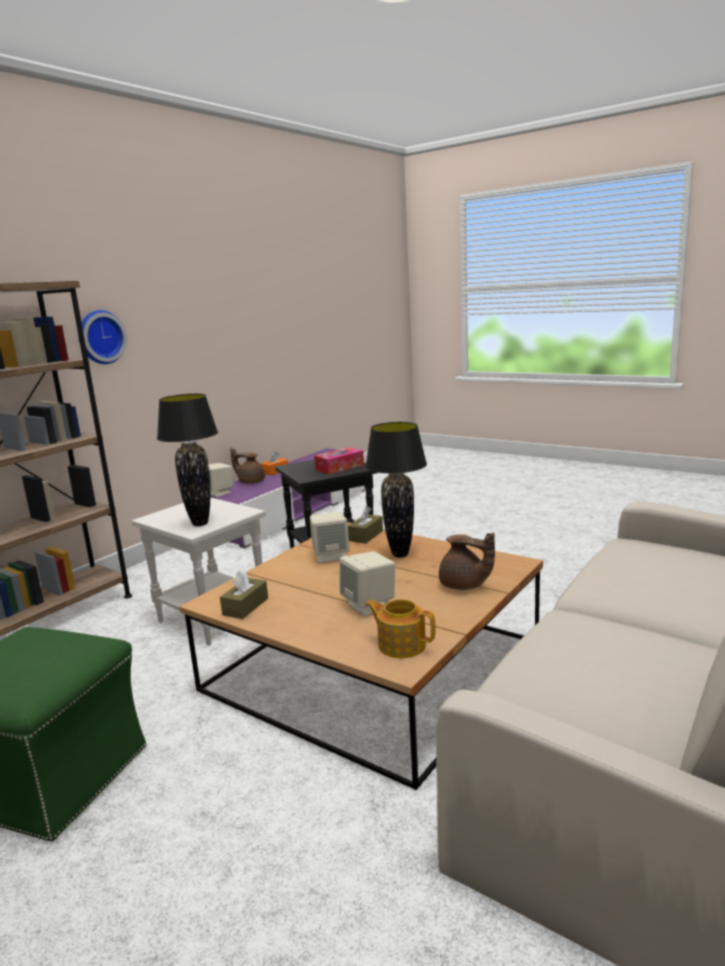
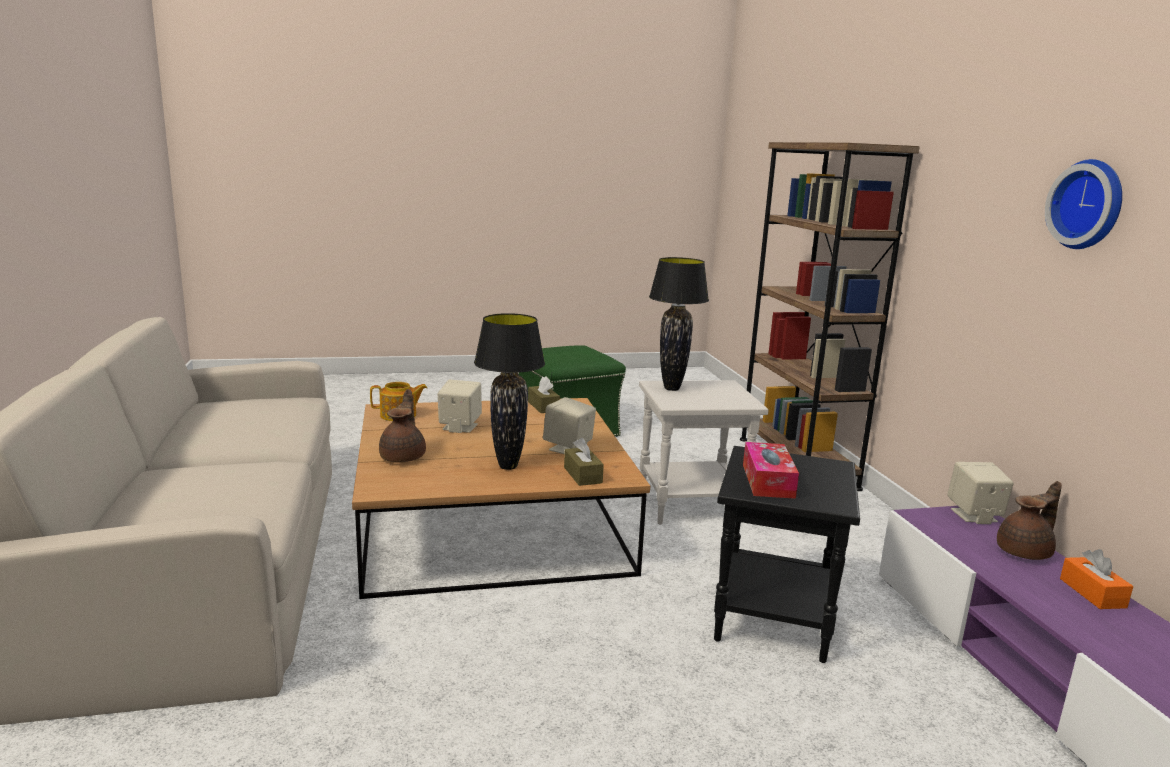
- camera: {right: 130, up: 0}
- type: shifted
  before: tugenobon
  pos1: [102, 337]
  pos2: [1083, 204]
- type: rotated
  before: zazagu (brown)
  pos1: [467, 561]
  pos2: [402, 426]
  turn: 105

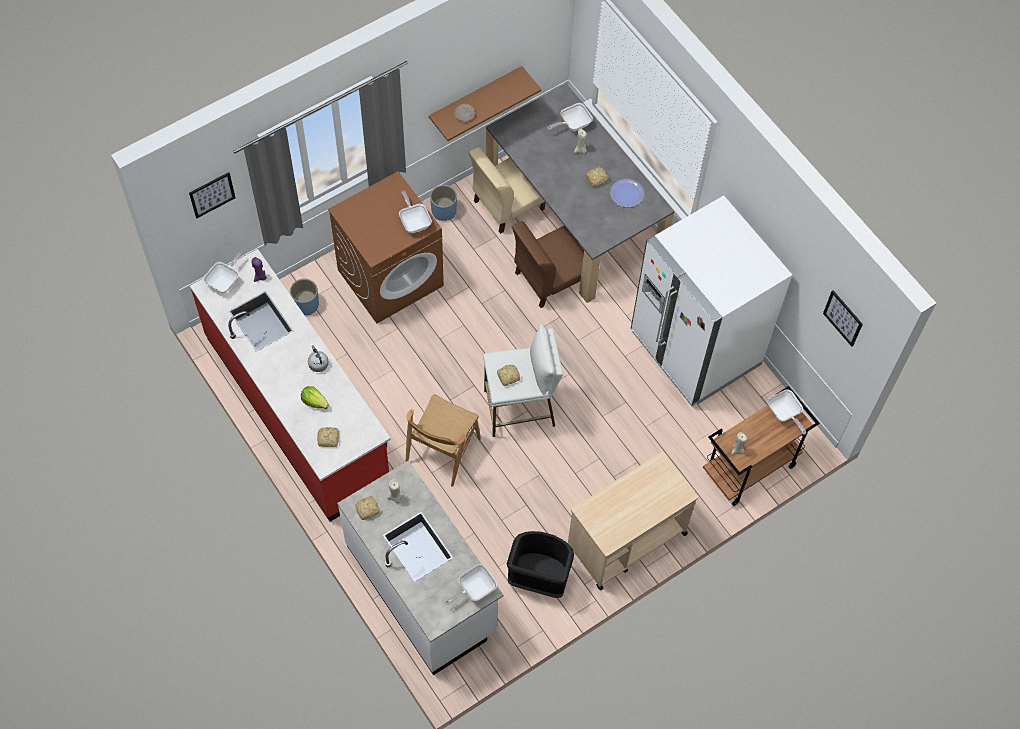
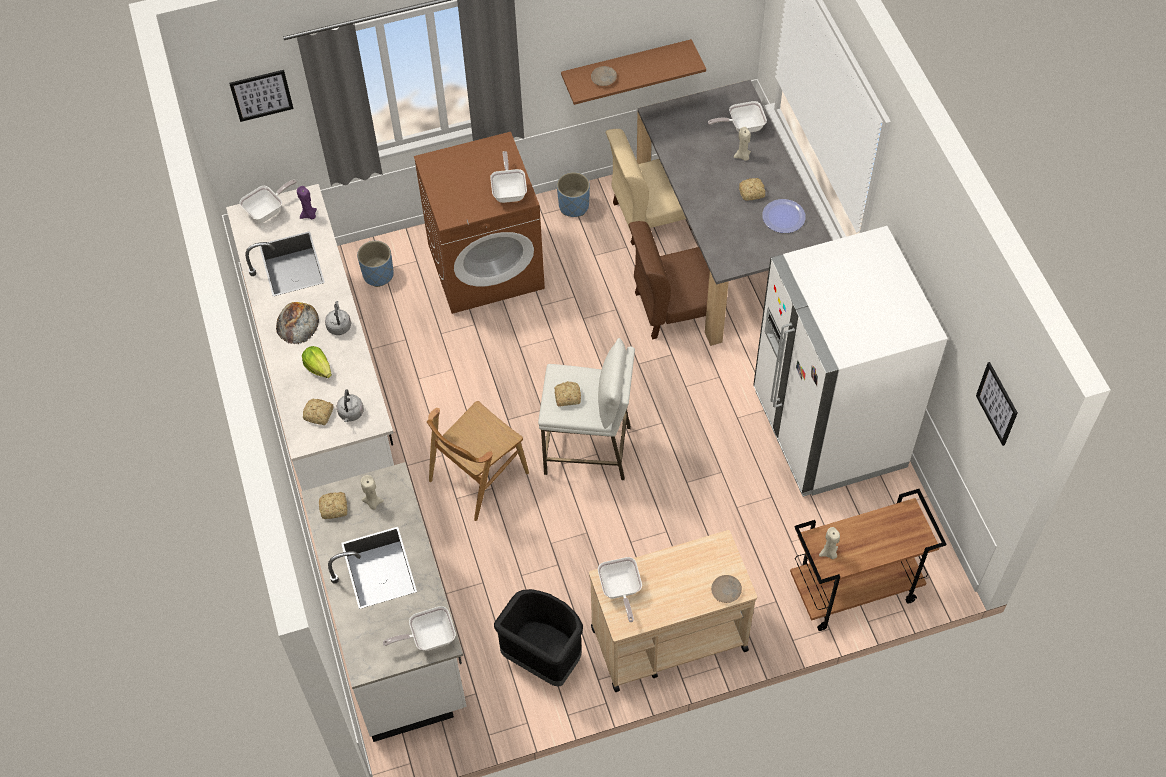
- camera: {right: 20, up: -5}
- type: repainted
  before: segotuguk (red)
  after: segotuguk (white)
  pos1: [290, 385]
  pos2: [310, 337]
- type: shifted
  before: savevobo
  pos1: [787, 412]
  pos2: [620, 589]
- type: new
  after: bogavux
  pos2: [297, 323]
- type: new
  after: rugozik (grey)
  pos2: [350, 405]
- type: new
  after: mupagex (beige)
  pos2: [726, 589]

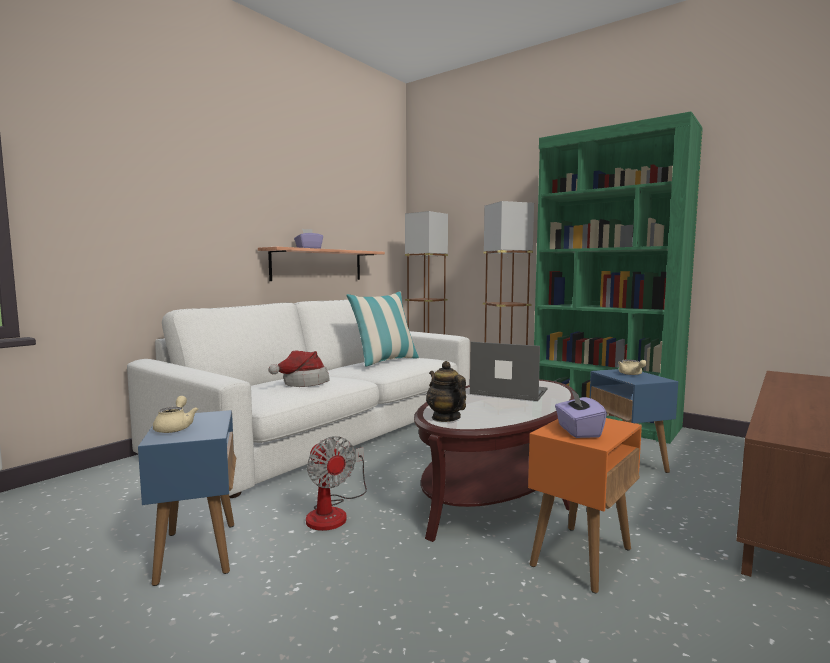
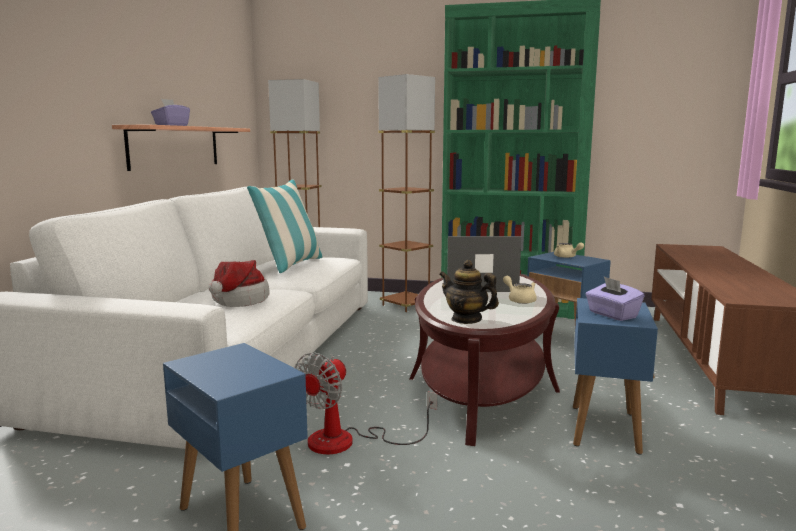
- camera: {right: -25, up: 5}
- type: shifted
  before: zazagu (beige)
  pos1: [175, 414]
  pos2: [520, 290]
- type: rotated
  before: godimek
  pos1: [336, 483]
  pos2: [365, 403]
  turn: 90
- type: repainted
  before: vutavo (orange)
  after: vutavo (blue)
  pos1: [585, 505]
  pos2: [615, 376]

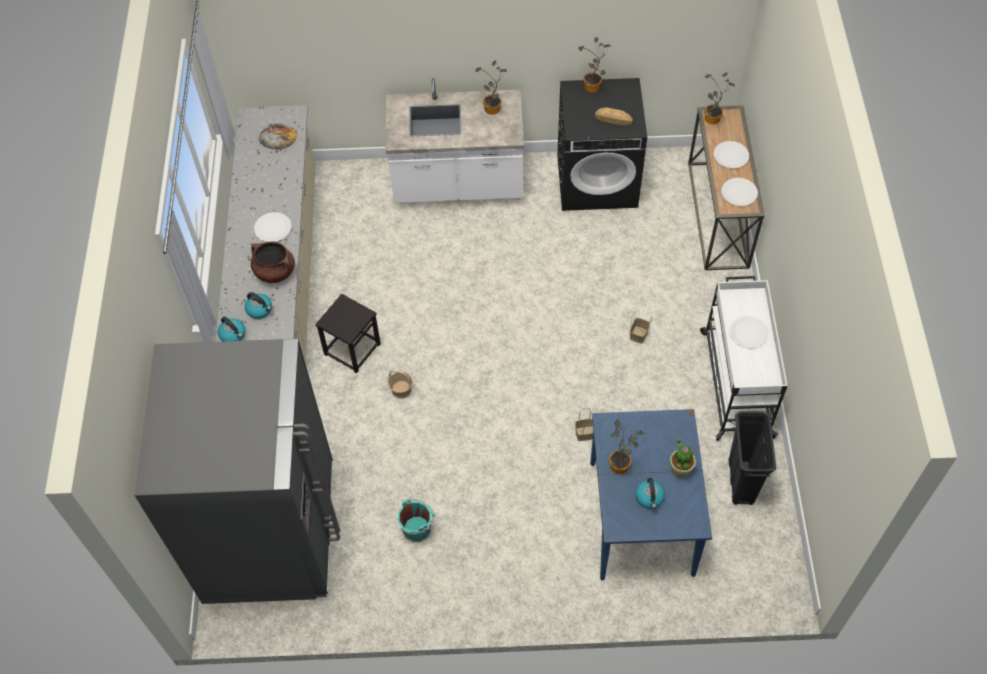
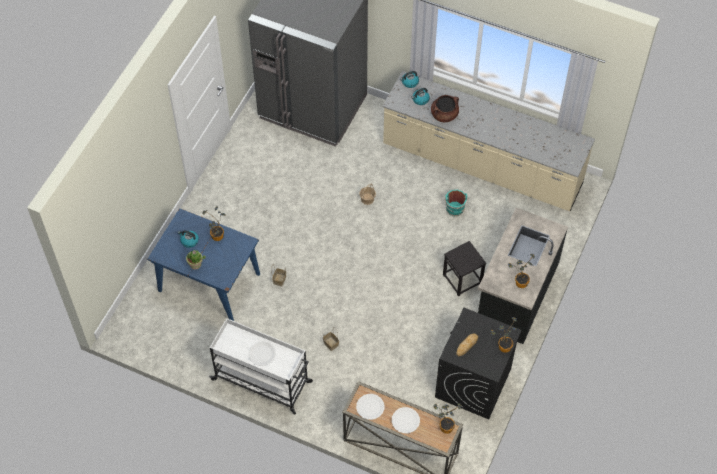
- camera: {right: 115, up: 0}
- type: gone
  before: mupagex (white)
  pos1: [272, 227]
- type: gone
  before: bogavux
  pos1: [278, 137]
- type: shifted
  before: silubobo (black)
  pos1: [348, 333]
  pos2: [464, 268]
- type: repainted
  before: segotuguk (white)
  after: segotuguk (black)
  pos1: [455, 140]
  pos2: [523, 276]
- type: shifted
  before: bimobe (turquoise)
  pos1: [415, 520]
  pos2: [456, 203]
- type: gone
  before: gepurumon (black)
  pos1: [752, 458]

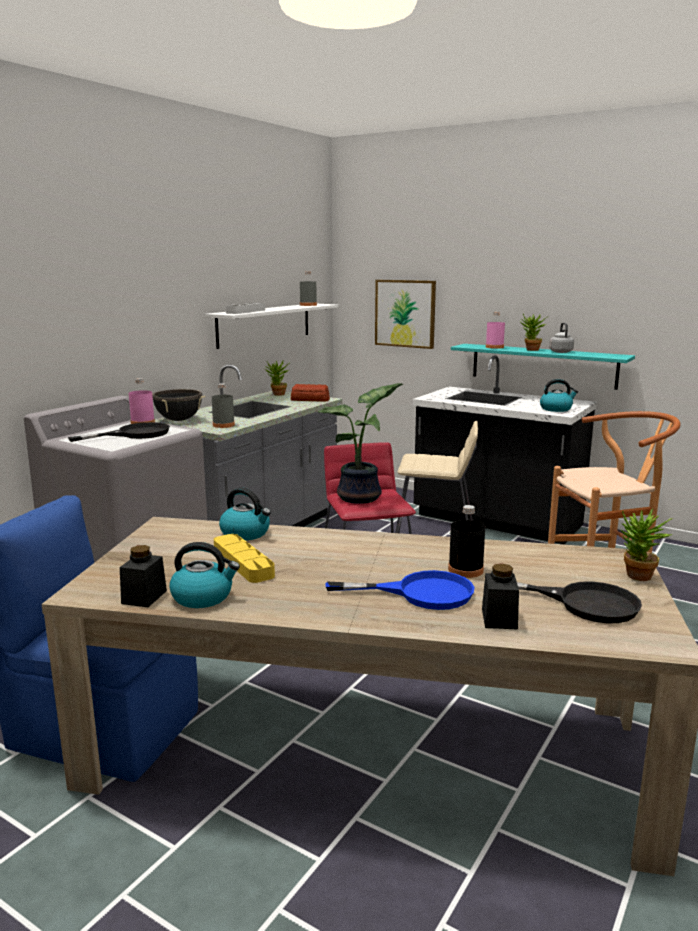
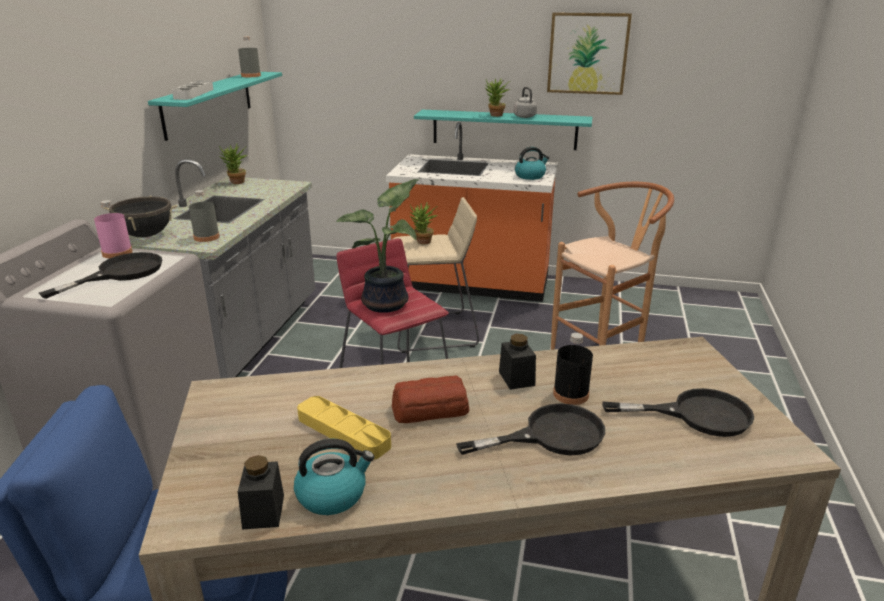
- camera: {right: -20, up: 10}
- type: repainted
  before: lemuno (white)
  after: lemuno (turquoise)
  pos1: [271, 326]
  pos2: [215, 106]
- type: gone
  before: rugozik
  pos1: [245, 514]
- type: shifted
  before: bogavux
  pos1: [310, 393]
  pos2: [431, 399]
- type: repainted
  before: savevobo (blue)
  after: savevobo (black)
  pos1: [400, 590]
  pos2: [530, 429]
- type: shifted
  before: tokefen
  pos1: [405, 314]
  pos2: [589, 53]
- type: repainted
  before: segotuguk (black)
  after: segotuguk (orange)
  pos1: [505, 450]
  pos2: [472, 212]
- type: shifted
  before: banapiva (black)
  pos1: [500, 596]
  pos2: [517, 362]
- type: gone
  before: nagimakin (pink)
  pos1: [495, 330]
- type: shifted
  before: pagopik
  pos1: [647, 544]
  pos2: [424, 222]

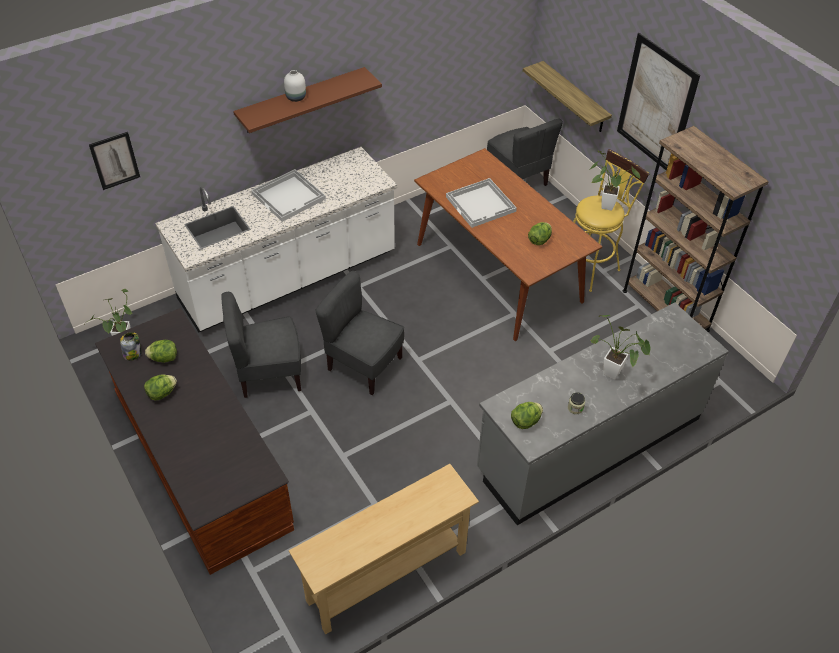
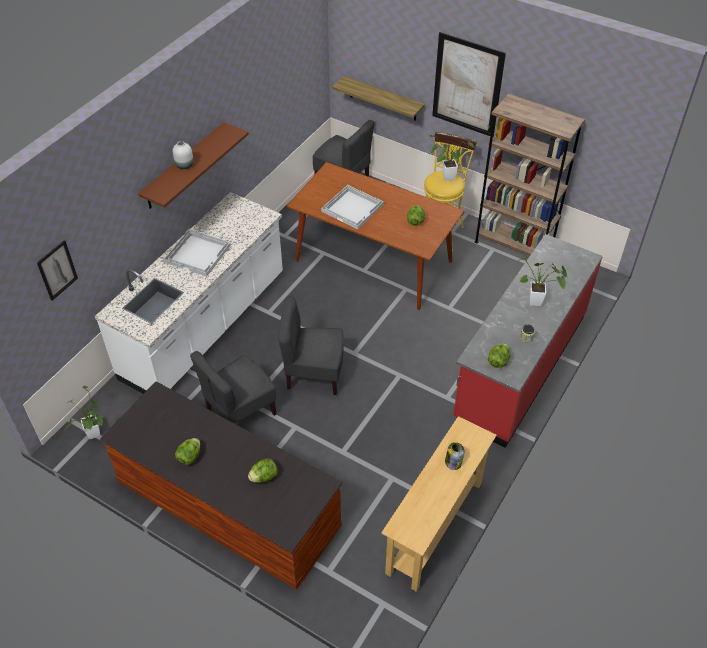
- camera: {right: -25, up: 0}
- type: shifted
  before: banapiva
  pos1: [131, 346]
  pos2: [454, 456]
- type: shifted
  before: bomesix
  pos1: [161, 351]
  pos2: [263, 470]
- type: repainted
  before: segotuguk (grey)
  after: segotuguk (red)
  pos1: [603, 413]
  pos2: [528, 341]

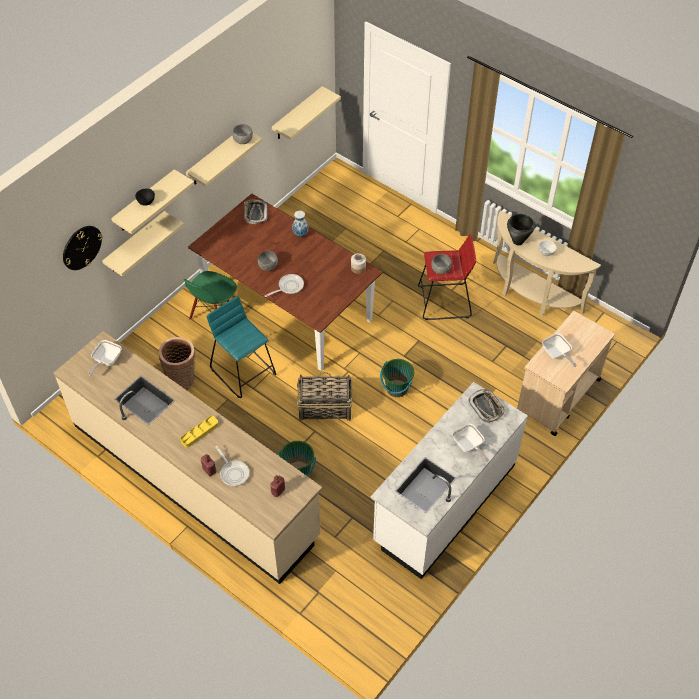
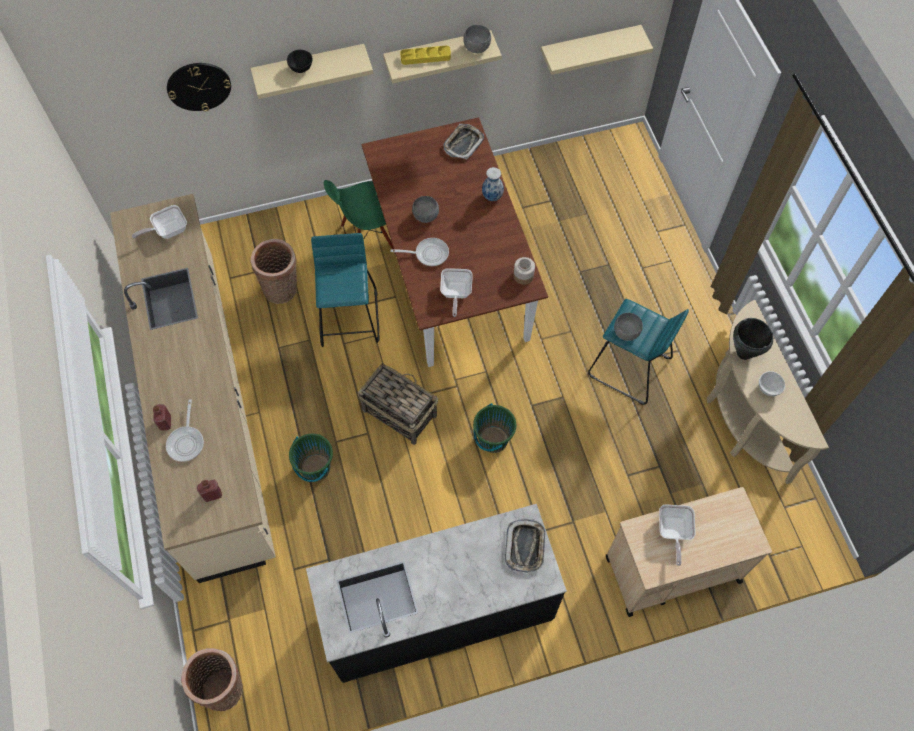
- camera: {right: 35, up: 10}
- type: gone
  before: lemuno (beige)
  pos1: [143, 243]
- type: shifted
  before: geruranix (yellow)
  pos1: [199, 432]
  pos2: [425, 55]
- type: repainted
  before: segotuguk (white)
  after: segotuguk (black)
  pos1: [449, 480]
  pos2: [436, 593]
- type: repainted
  before: silubobo (red)
  after: silubobo (turquoise)
  pos1: [447, 277]
  pos2: [638, 352]
- type: shifted
  before: savevobo
  pos1: [470, 443]
  pos2: [456, 292]
- type: new
  after: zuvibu
  pos2: [212, 679]

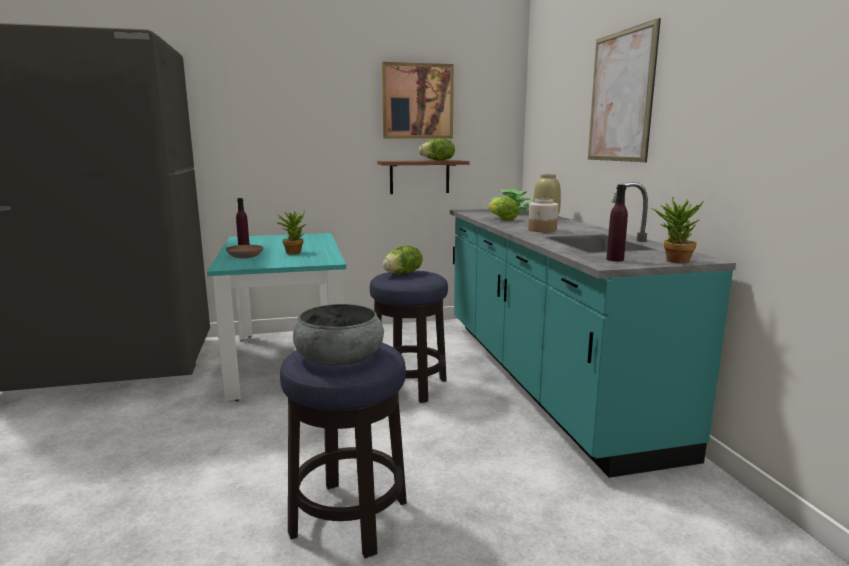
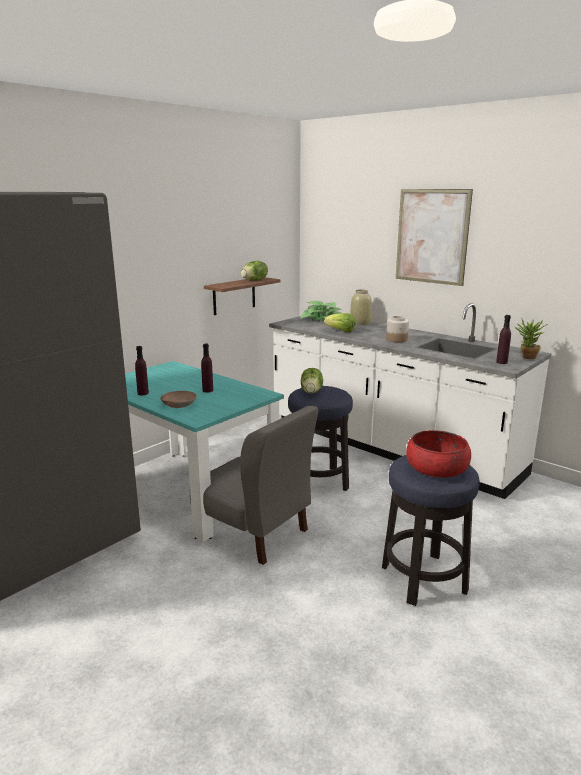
- camera: {right: -35, up: 5}
- type: swapped
  before: pagopik
  after: nagimakin (purple)
  pos1: [291, 232]
  pos2: [207, 368]
- type: repainted
  before: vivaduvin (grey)
  after: vivaduvin (red)
  pos1: [338, 335]
  pos2: [438, 454]
- type: gone
  before: tokefen
  pos1: [418, 100]
- type: repainted
  before: segotuguk (turquoise)
  after: segotuguk (white)
  pos1: [593, 330]
  pos2: [410, 401]
- type: new
  after: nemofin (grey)
  pos2: [254, 485]

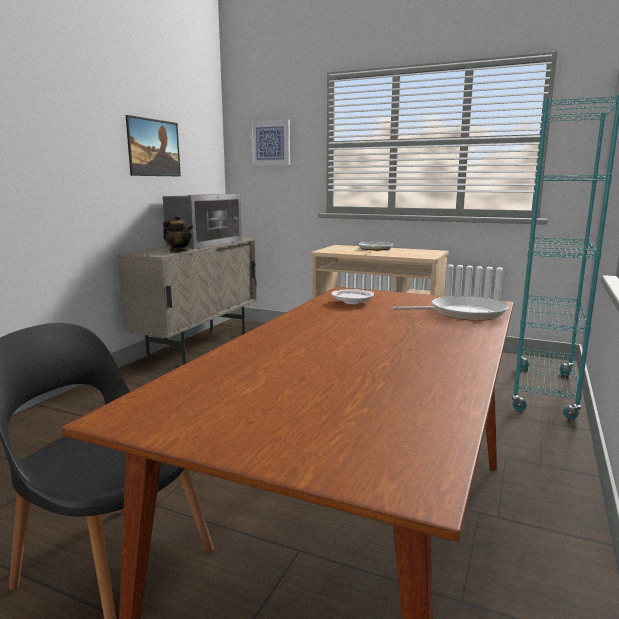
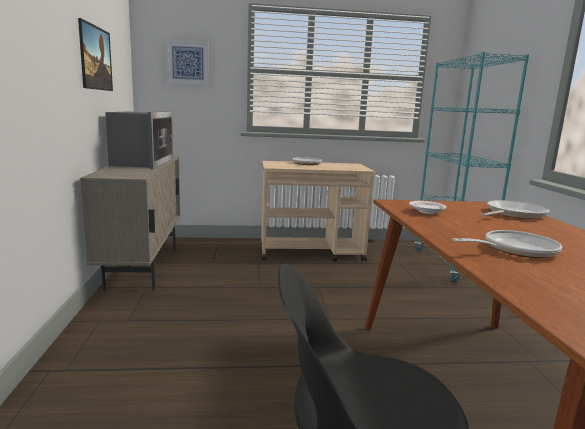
- camera: {right: -30, up: 0}
- type: gone
  before: zazagu
  pos1: [178, 233]
- type: new
  after: savevobo
  pos2: [507, 244]

